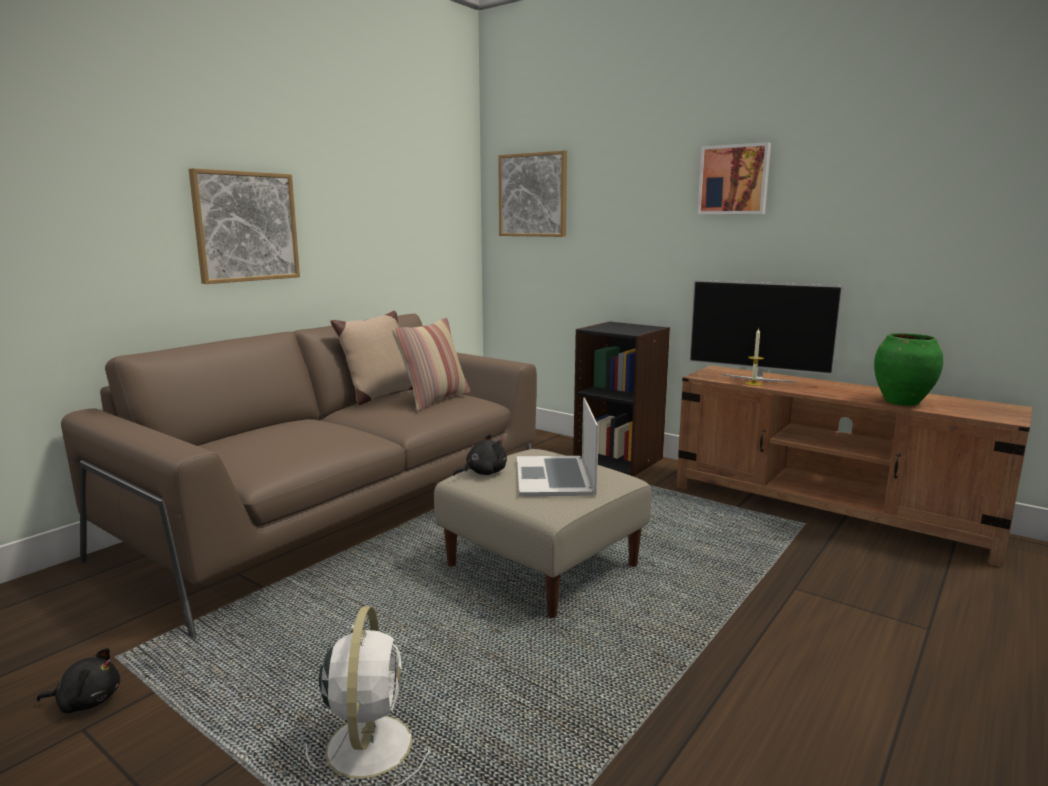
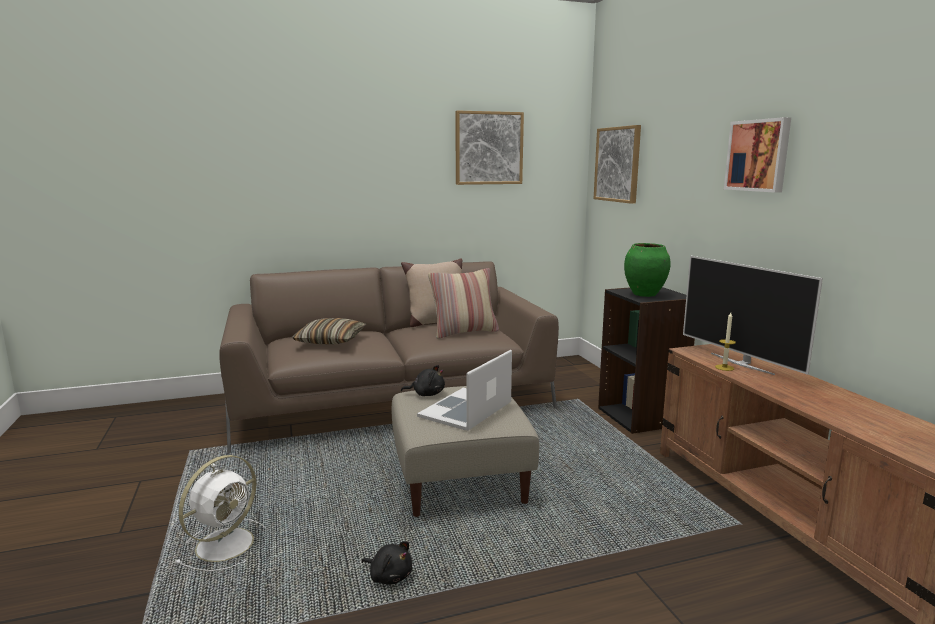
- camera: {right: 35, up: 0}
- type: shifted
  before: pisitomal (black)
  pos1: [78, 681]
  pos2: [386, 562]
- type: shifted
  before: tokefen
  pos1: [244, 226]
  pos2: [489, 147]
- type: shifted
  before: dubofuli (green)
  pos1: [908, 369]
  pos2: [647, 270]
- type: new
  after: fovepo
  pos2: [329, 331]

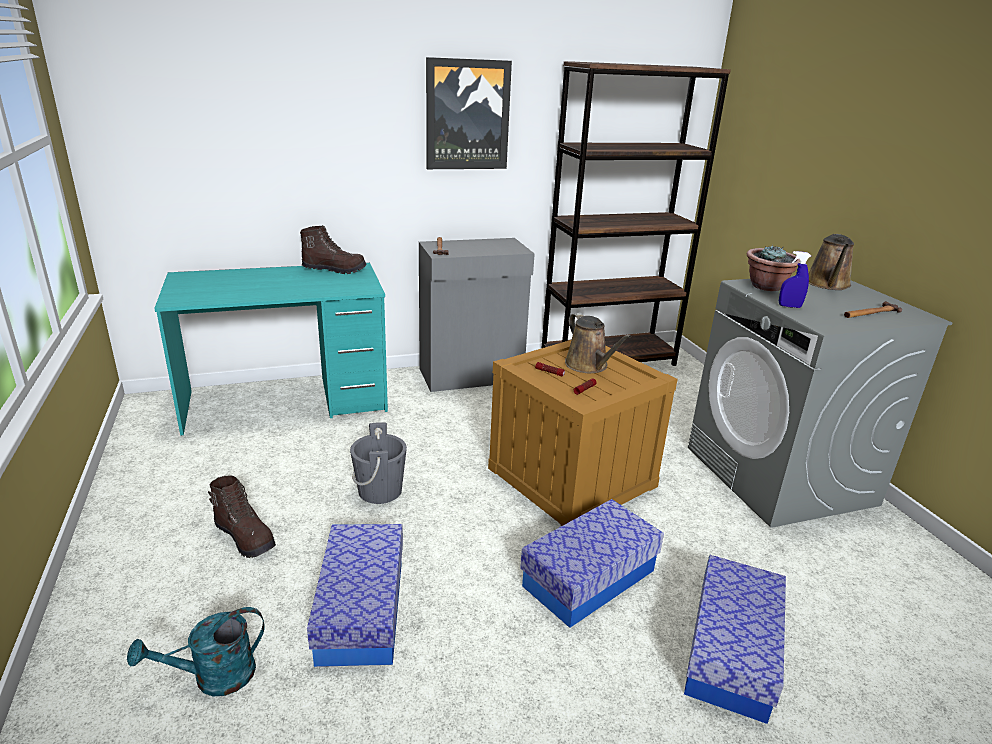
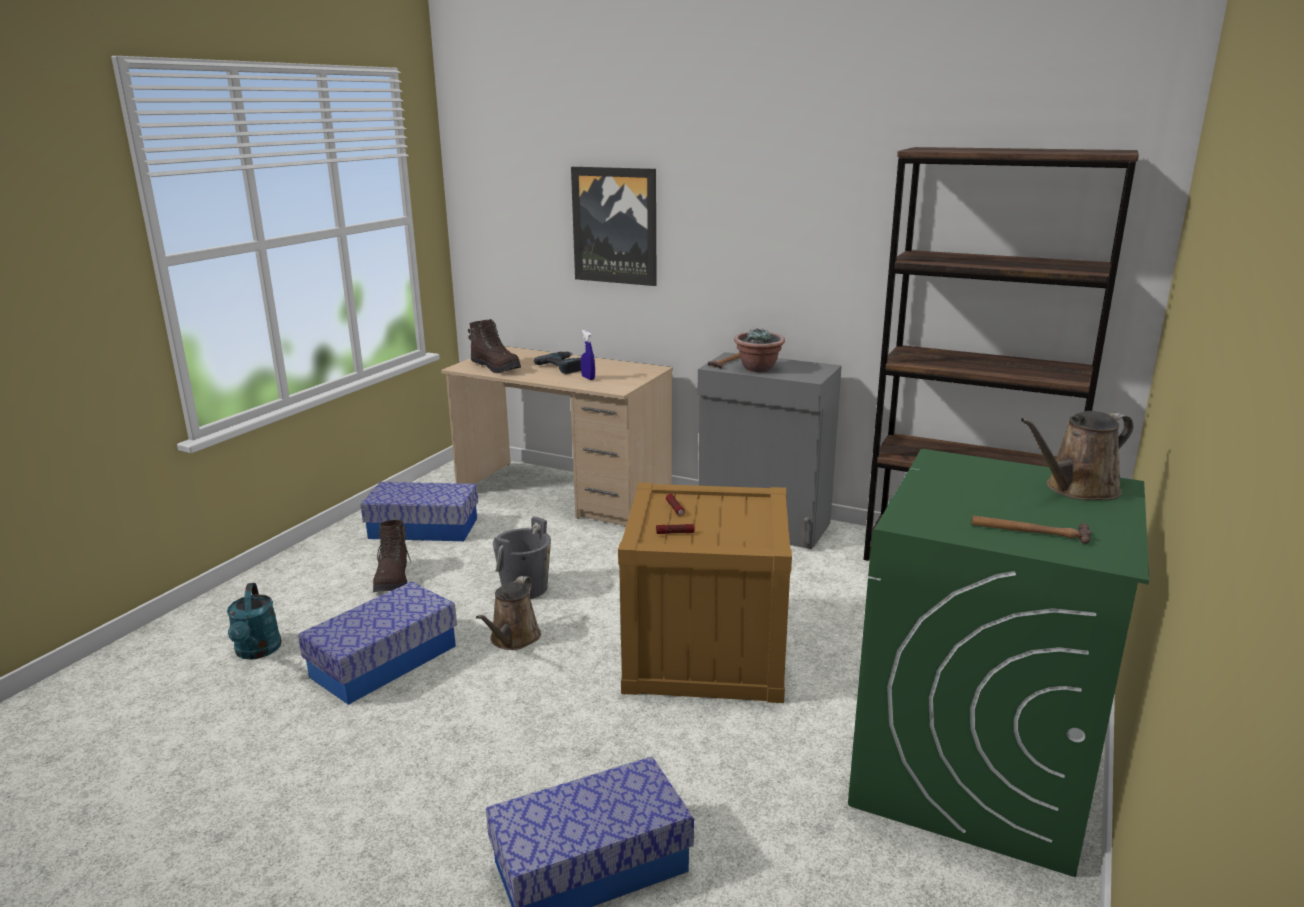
- camera: {right: 45, up: -5}
- type: rotated
  before: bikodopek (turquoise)
  pos1: [196, 652]
  pos2: [254, 621]
  turn: -120
- type: repainted
  before: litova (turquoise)
  after: litova (beige)
  pos1: [271, 349]
  pos2: [557, 436]
- type: shifted
  before: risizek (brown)
  pos1: [333, 249]
  pos2: [494, 346]
- type: shifted
  before: tokefen
  pos1: [469, 113]
  pos2: [614, 226]
- type: shifted
  before: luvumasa
  pos1: [592, 563]
  pos2: [419, 511]
- type: shifted
  before: bikodopek (brown)
  pos1: [598, 343]
  pos2: [508, 613]
- type: repainted
  before: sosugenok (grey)
  after: sosugenok (green)
  pos1: [820, 402]
  pos2: [998, 663]
- type: shifted
  before: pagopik
  pos1: [773, 268]
  pos2: [759, 349]
- type: shifted
  before: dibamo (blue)
  pos1: [795, 279]
  pos2: [588, 355]
- type: new
  after: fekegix
  pos2: [557, 362]

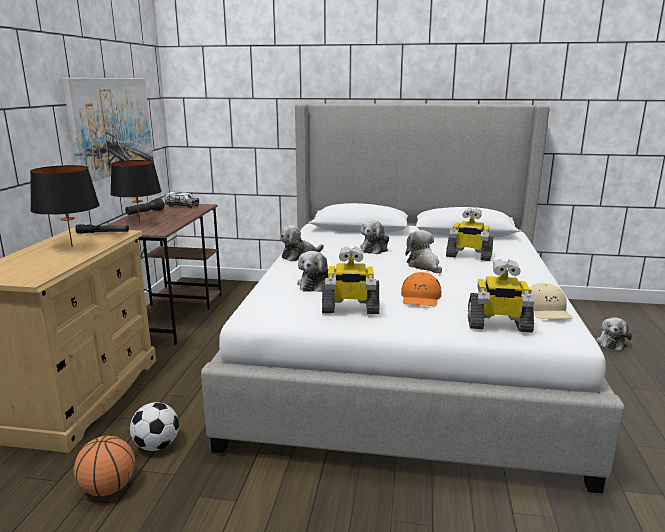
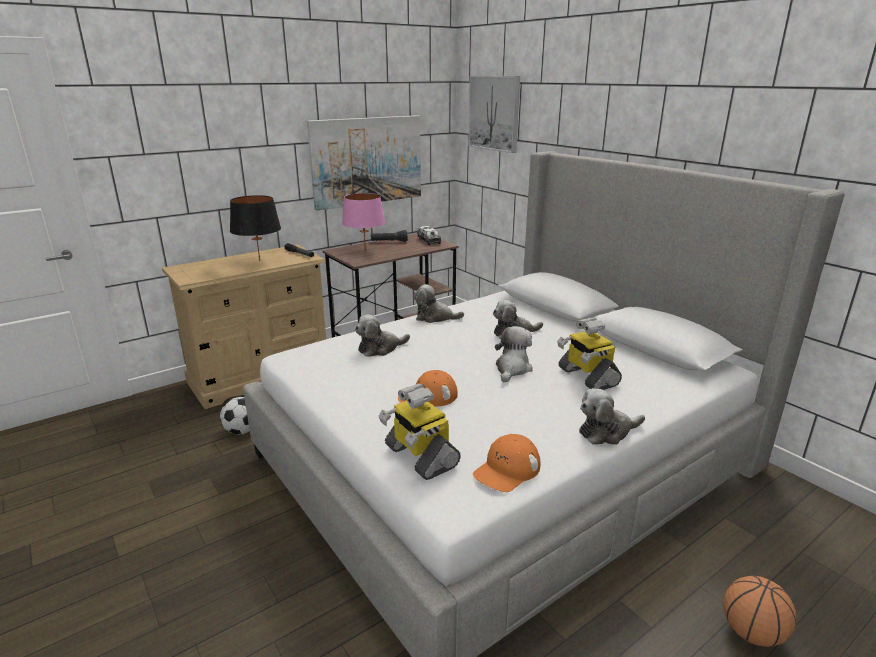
- camera: {right: 45, up: 5}
- type: shifted
  before: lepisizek
  pos1: [104, 466]
  pos2: [759, 611]
- type: repainted
  before: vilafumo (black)
  after: vilafumo (pink)
  pos1: [135, 191]
  pos2: [363, 222]
- type: gone
  before: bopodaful
  pos1: [350, 280]
- type: repainted
  before: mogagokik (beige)
  after: mogagokik (orange)
  pos1: [551, 301]
  pos2: [506, 463]
- type: shifted
  before: pisitomal
  pos1: [614, 334]
  pos2: [612, 416]
- type: new
  after: tokefen
  pos2: [494, 114]

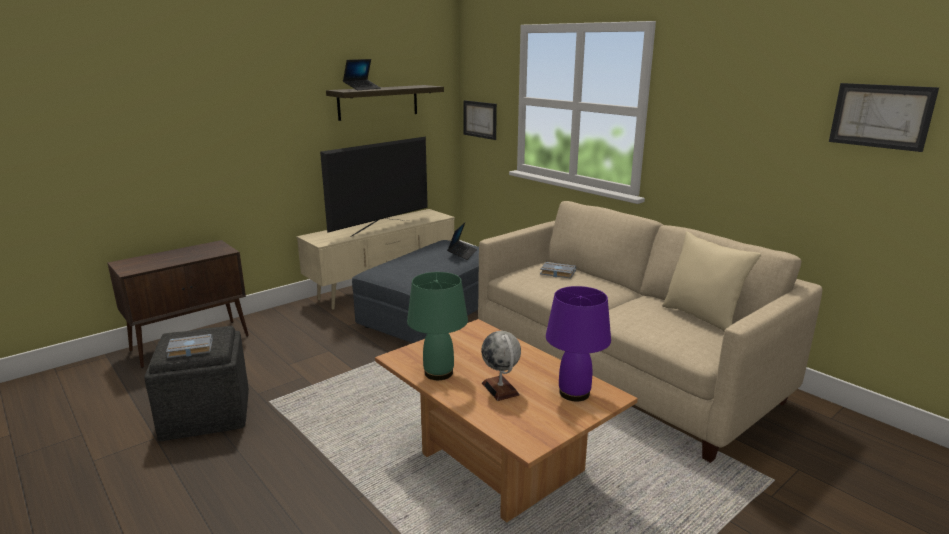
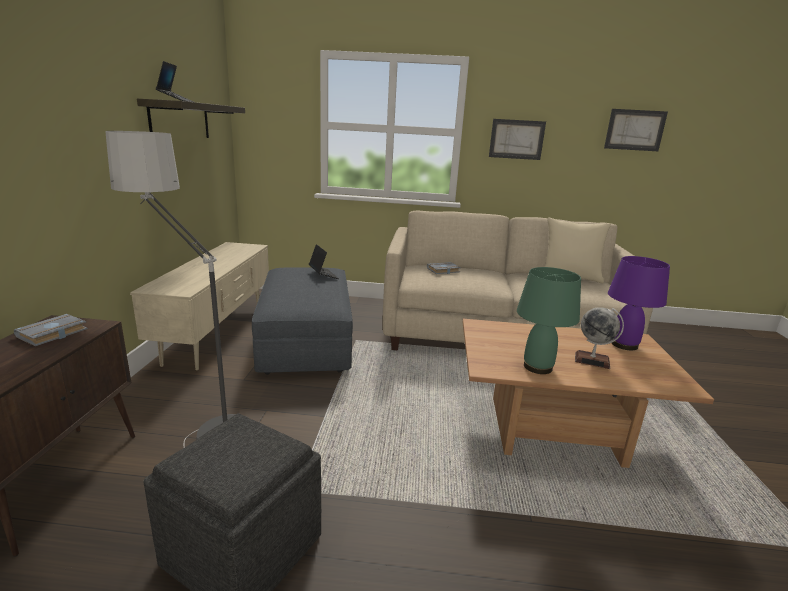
- camera: {right: -45, up: 0}
- type: shifted
  before: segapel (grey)
  pos1: [189, 346]
  pos2: [51, 330]
- type: gone
  before: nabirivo
  pos1: [374, 187]
- type: shifted
  before: tokefen
  pos1: [480, 120]
  pos2: [517, 139]
- type: new
  after: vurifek
  pos2: [175, 289]

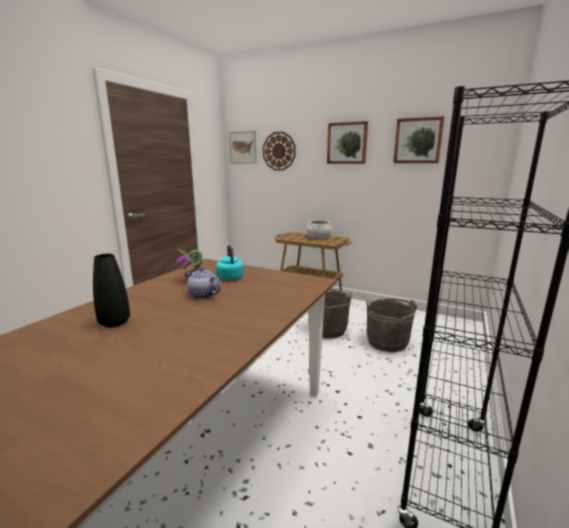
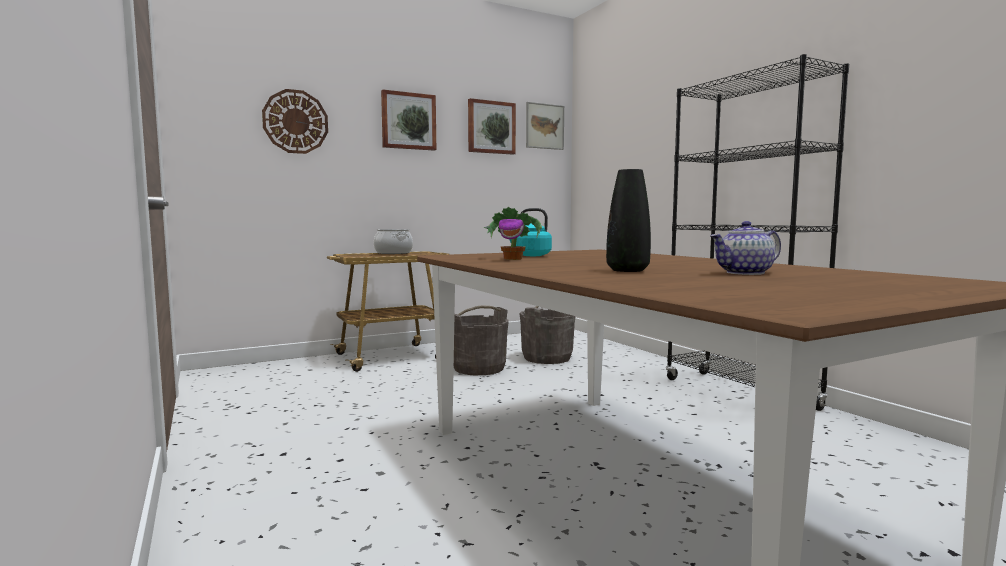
- camera: {right: -55, up: -10}
- type: shifted
  before: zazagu
  pos1: [203, 283]
  pos2: [745, 248]
- type: shifted
  before: tokefen
  pos1: [242, 147]
  pos2: [545, 126]

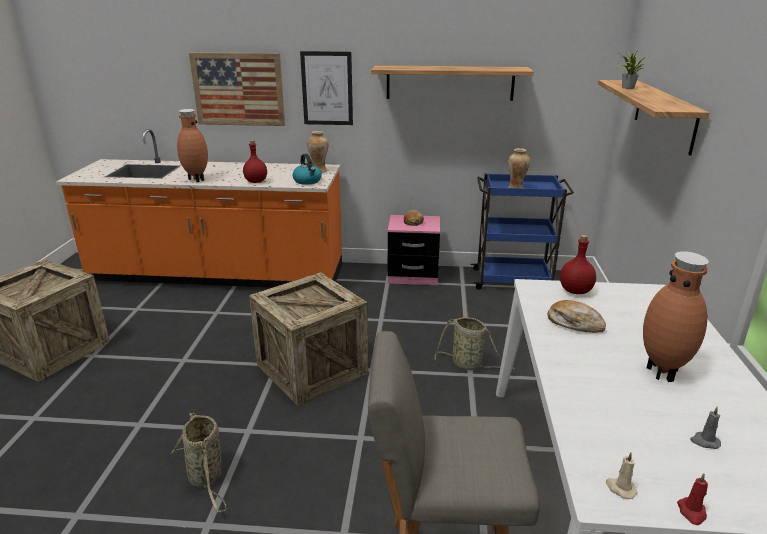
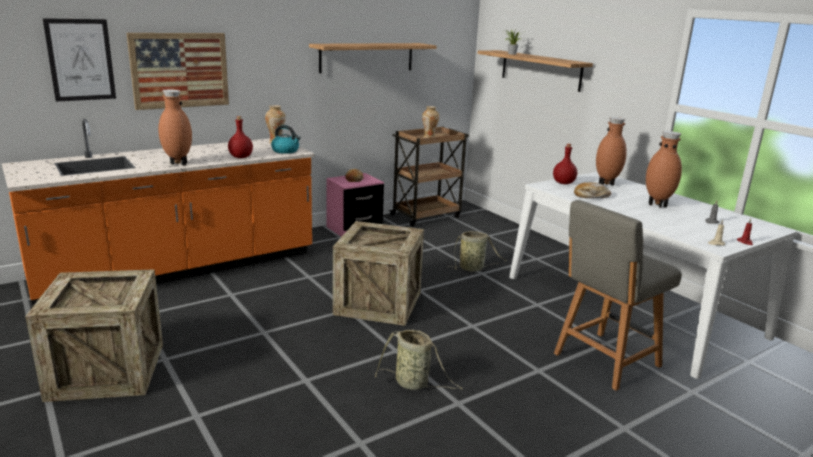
- camera: {right: -40, up: -5}
- type: shifted
  before: tokefen
  pos1: [326, 88]
  pos2: [79, 60]
- type: repainted
  before: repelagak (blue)
  after: repelagak (brown)
  pos1: [522, 231]
  pos2: [429, 177]
- type: new
  after: dubofuli (brown)
  pos2: [611, 151]

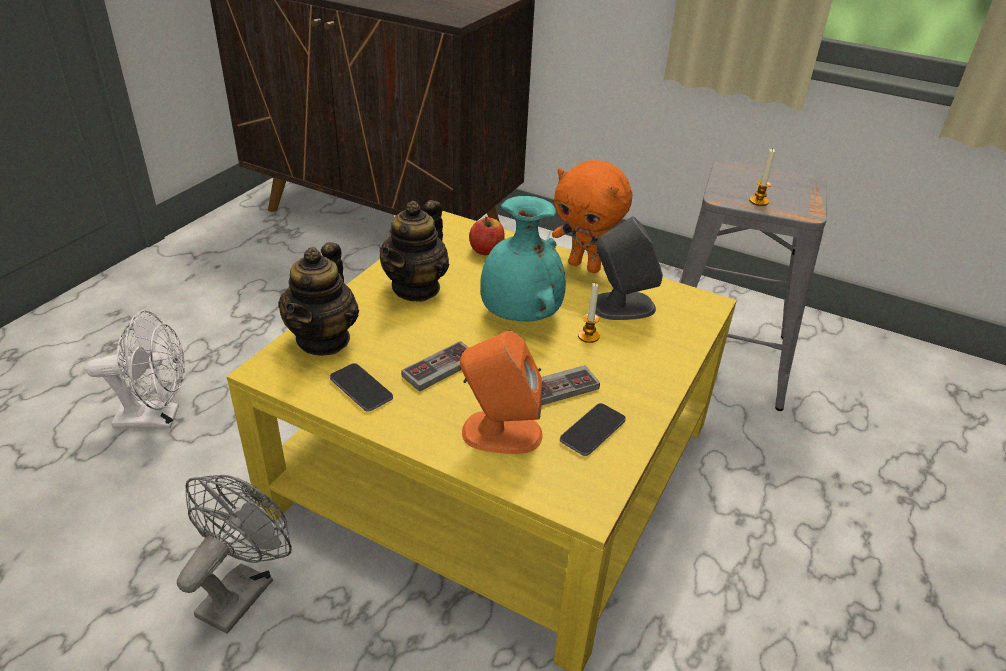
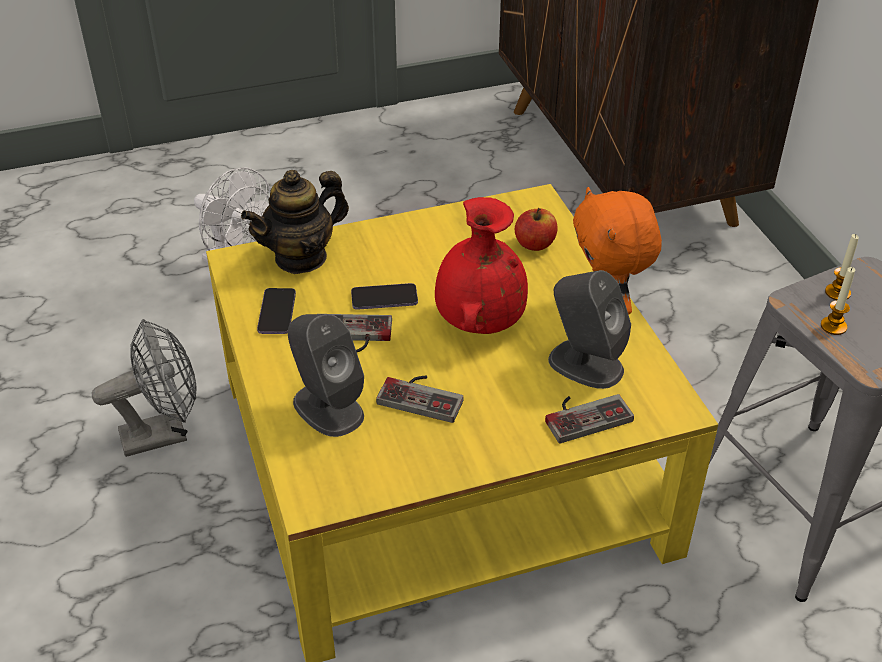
- camera: {right: 45, up: 5}
- type: gone
  before: zazagu
  pos1: [414, 251]
- type: repainted
  before: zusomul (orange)
  after: zusomul (grey)
  pos1: [501, 392]
  pos2: [326, 375]
- type: repainted
  before: dubofuli (turquoise)
  after: dubofuli (red)
  pos1: [523, 258]
  pos2: [481, 265]
- type: shifted
  before: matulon
  pos1: [593, 429]
  pos2: [384, 296]
- type: shifted
  before: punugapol
  pos1: [589, 313]
  pos2: [842, 267]
- type: new
  after: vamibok
  pos2: [589, 419]

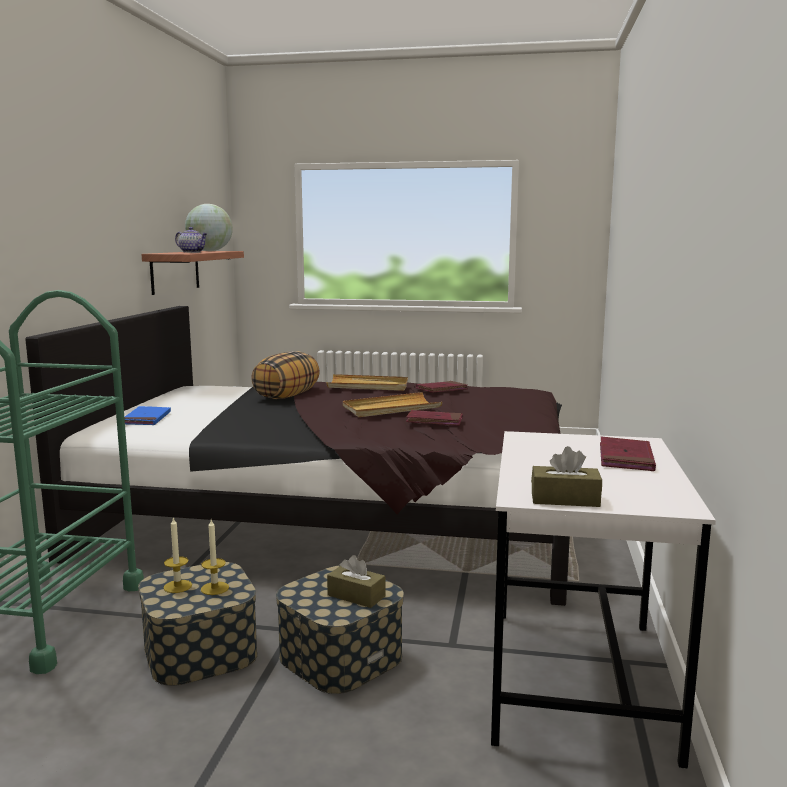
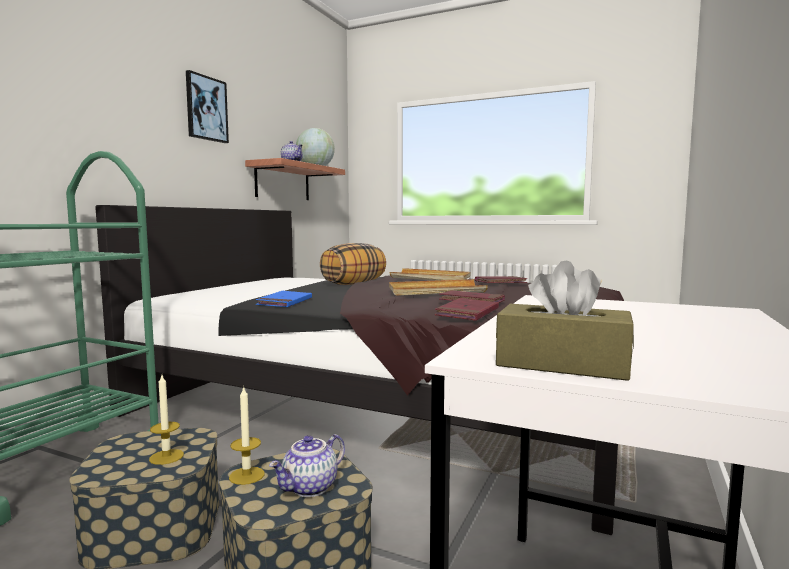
- camera: {right: 15, up: -5}
- type: shifted
  before: segapel (blue)
  pos1: [147, 415]
  pos2: [284, 299]
- type: shifted
  before: punugapol
  pos1: [178, 555]
  pos2: [247, 435]
- type: swapped
  before: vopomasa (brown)
  after: zazagu
  pos1: [356, 581]
  pos2: [307, 465]
- type: shifted
  before: segapel (red)
  pos1: [628, 453]
  pos2: [467, 309]
- type: new
  after: tokefen
  pos2: [207, 106]

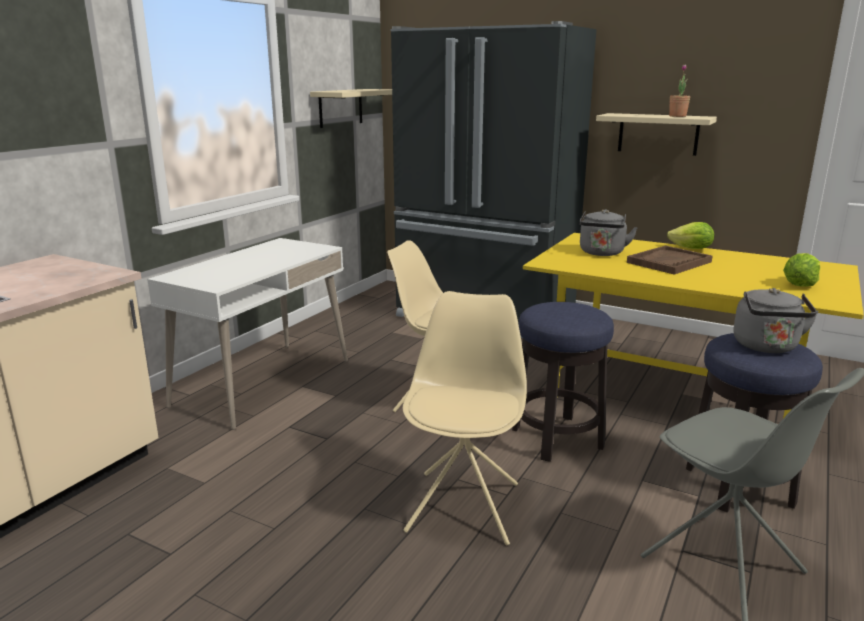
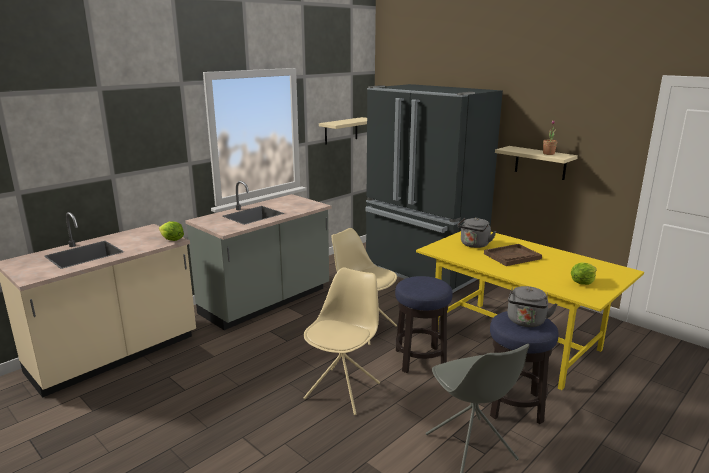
- camera: {right: 15, up: 0}
- type: swapped
  before: litova (white)
  after: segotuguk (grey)
  pos1: [247, 334]
  pos2: [258, 255]
- type: shifted
  before: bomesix
  pos1: [690, 235]
  pos2: [171, 231]

